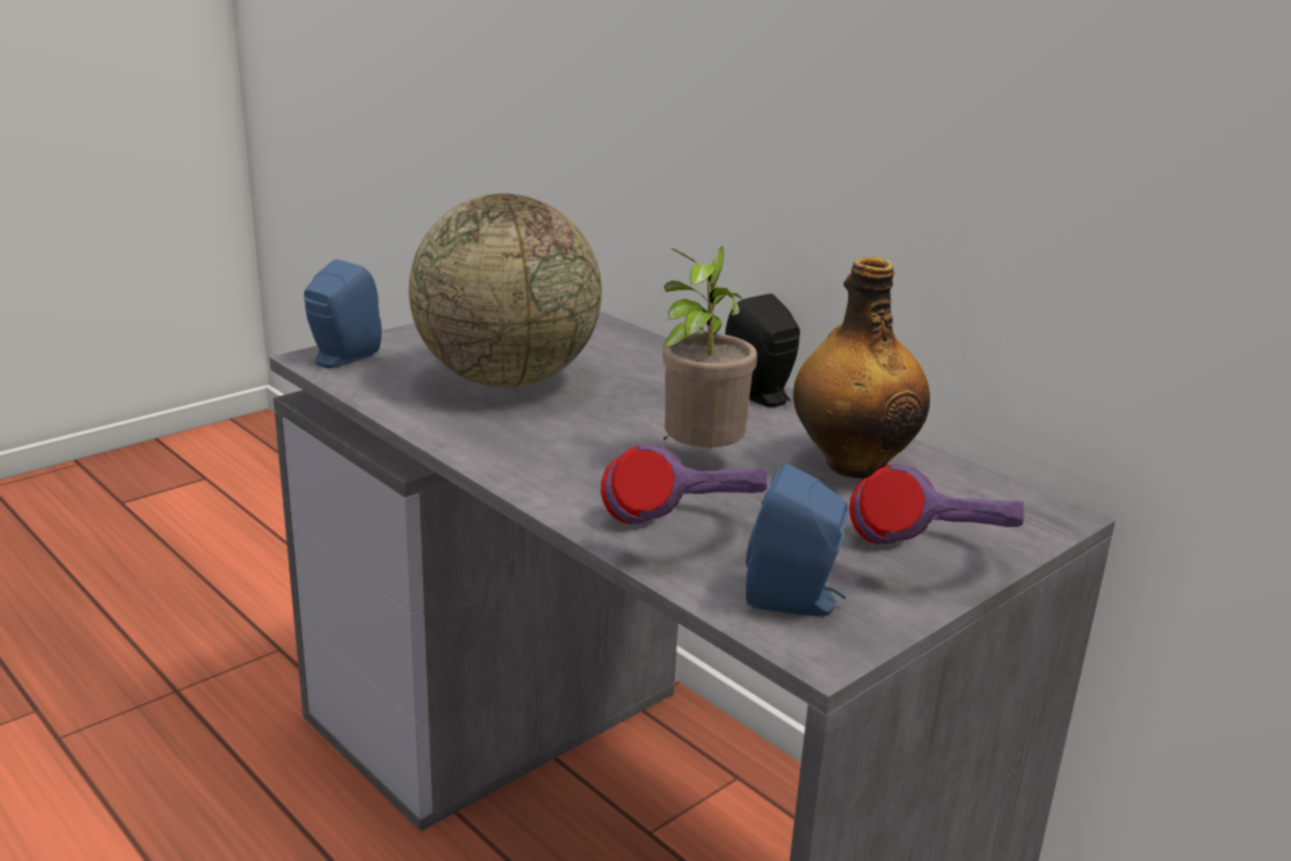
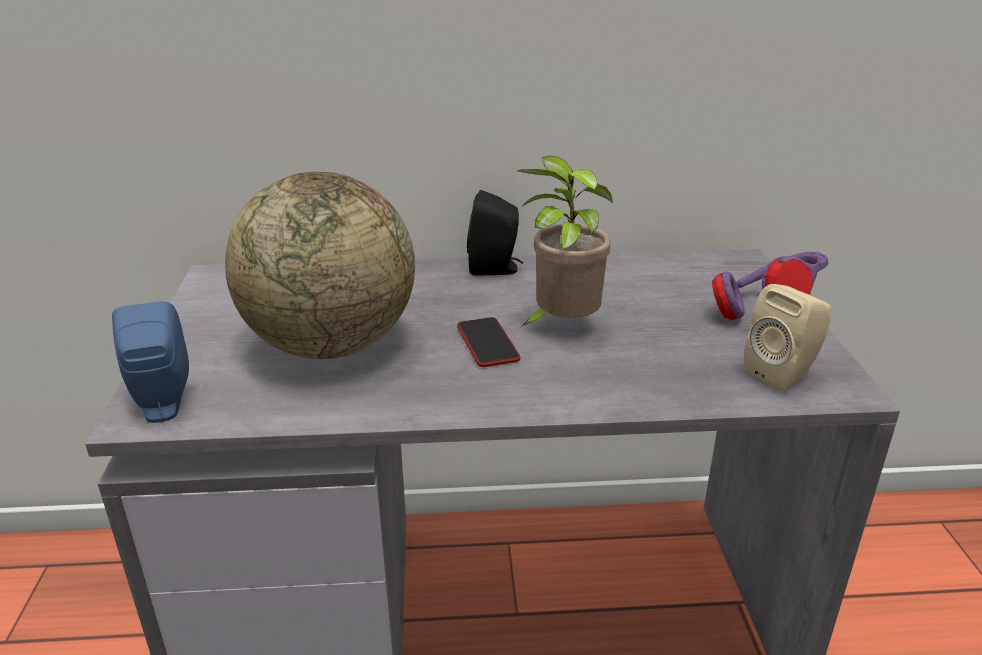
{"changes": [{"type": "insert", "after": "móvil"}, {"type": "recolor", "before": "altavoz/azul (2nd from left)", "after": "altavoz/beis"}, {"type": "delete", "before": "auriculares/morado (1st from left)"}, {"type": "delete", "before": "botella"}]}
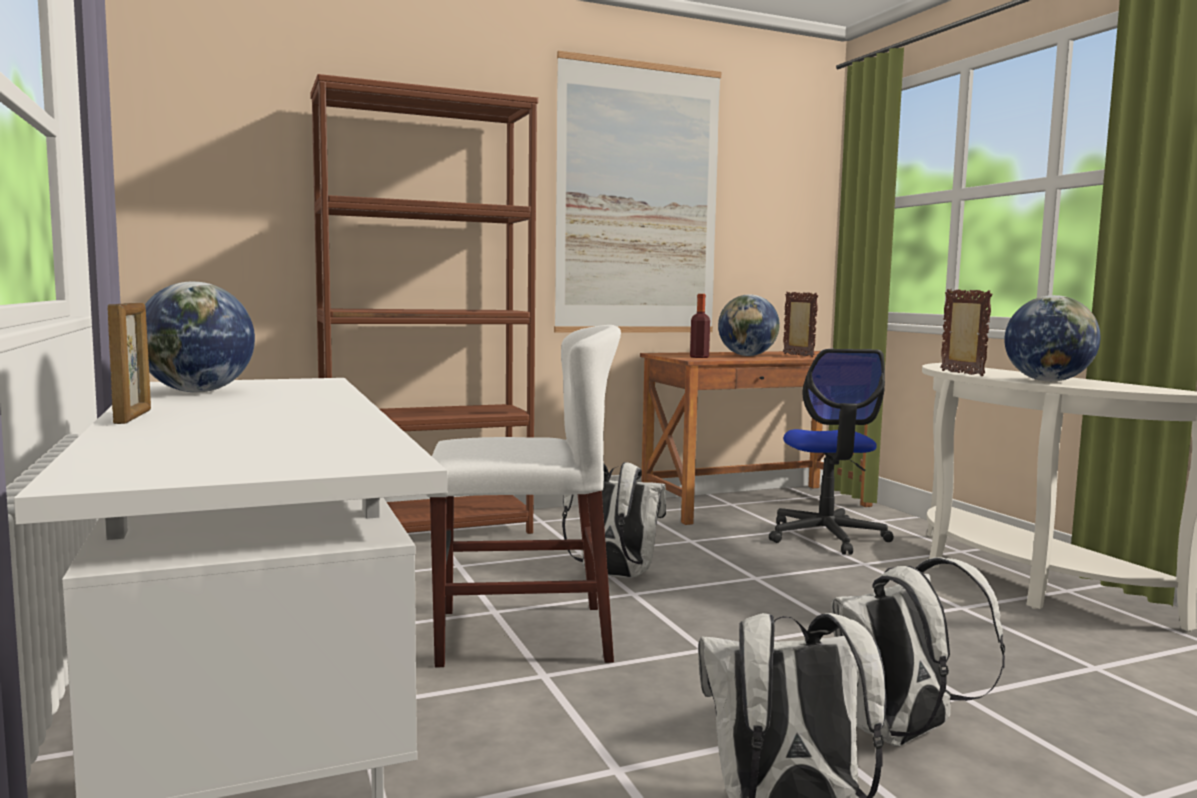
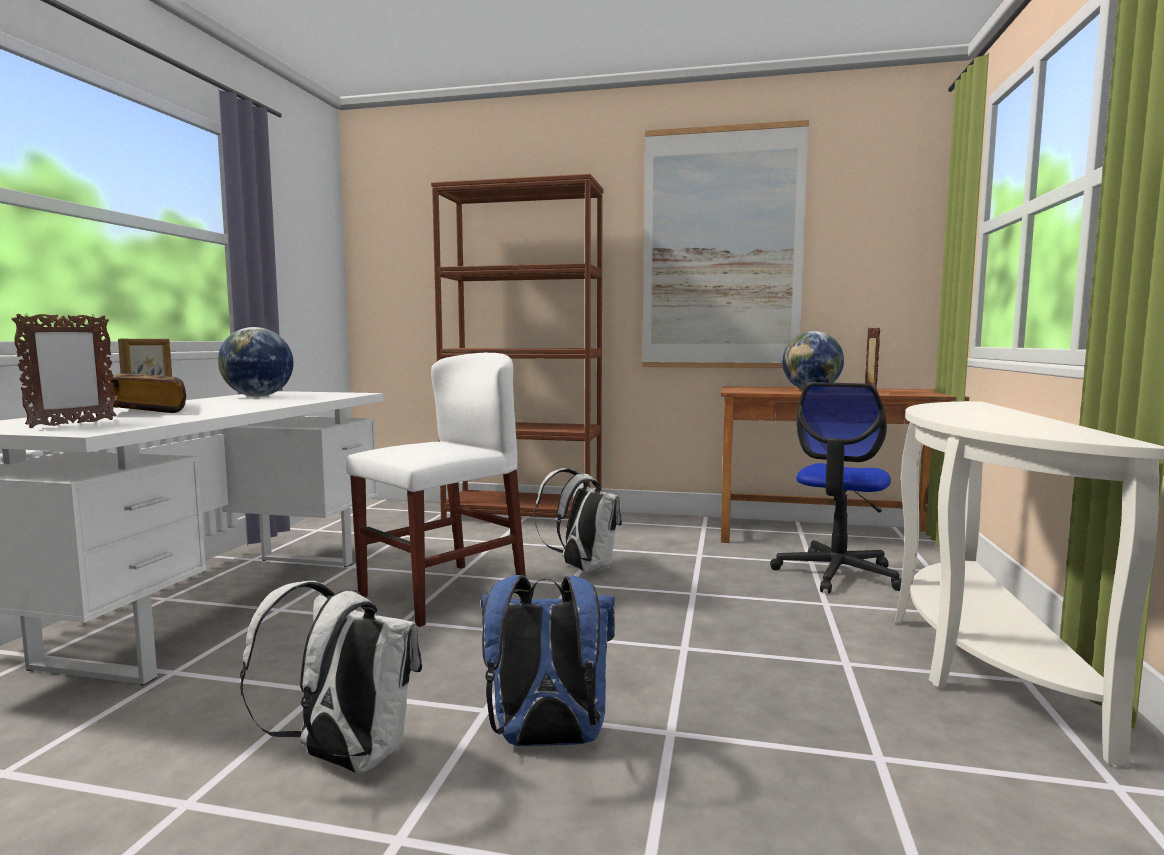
{"changes": [{"type": "move", "before": "portarretratos (3rd from left in the first image)", "after": "portarretratos (1st from left)"}, {"type": "insert", "after": "libro"}, {"type": "rotate", "before": "silla/blanco", "turn": -75}, {"type": "recolor", "before": "mochila/blanco (3rd from left)", "after": "mochila/azul"}, {"type": "delete", "before": "botella"}, {"type": "delete", "before": "globo terráqueo (3rd from left)"}]}
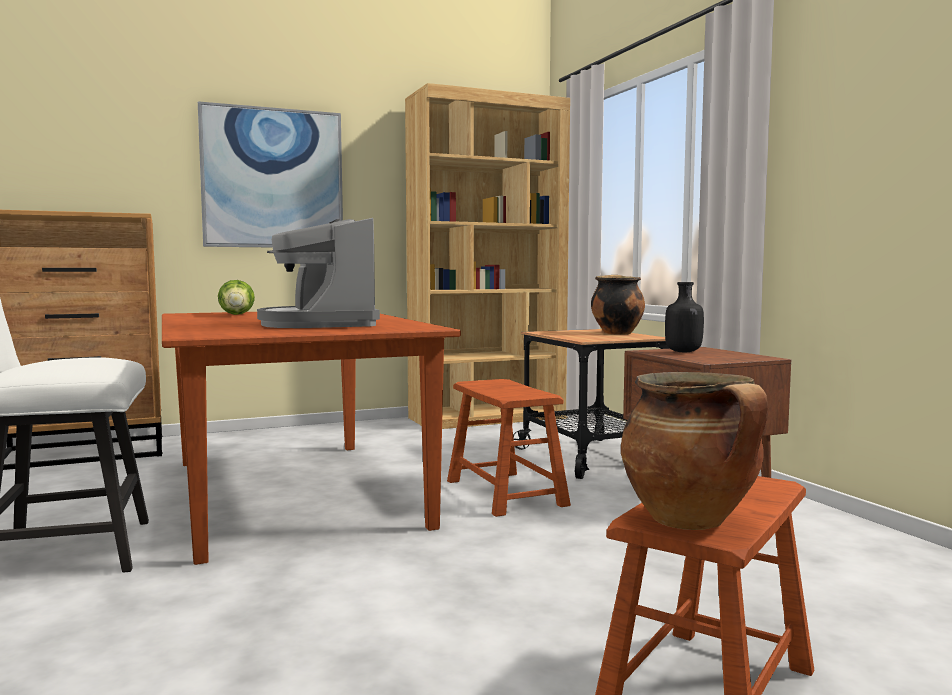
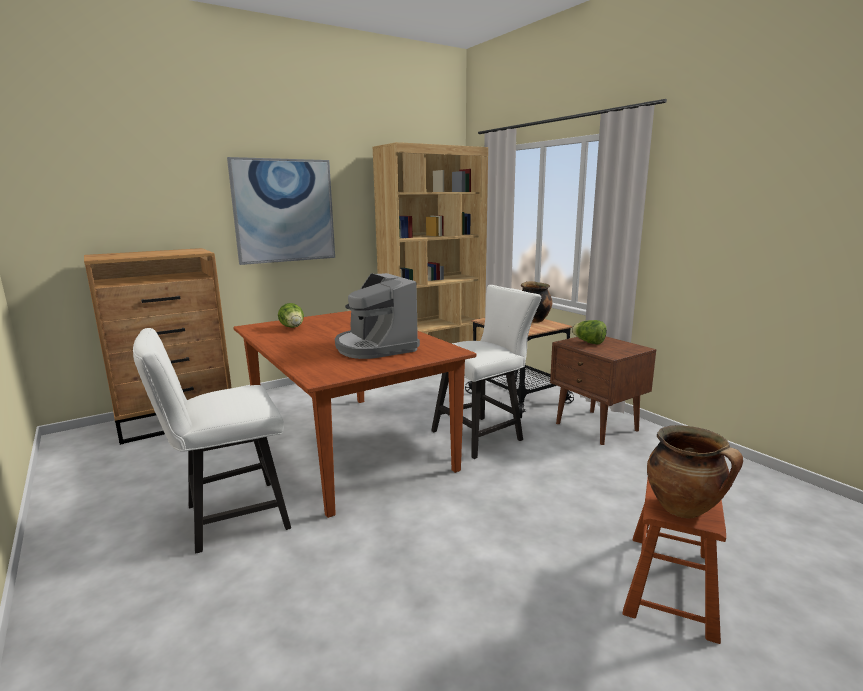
{"changes": [{"type": "replace", "before": "taburete/marrón (1st from left)", "after": "silla/blanco (2nd from left)"}, {"type": "replace", "before": "botella/negro", "after": "lechuga (2nd from left)"}]}
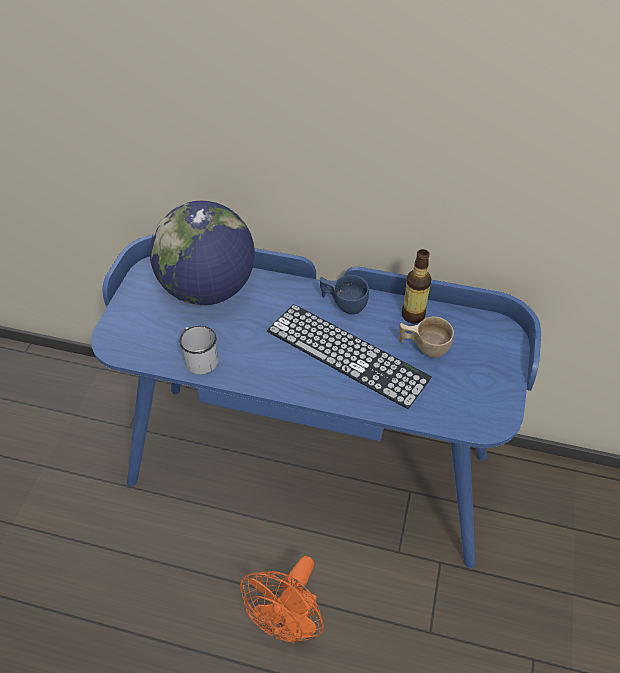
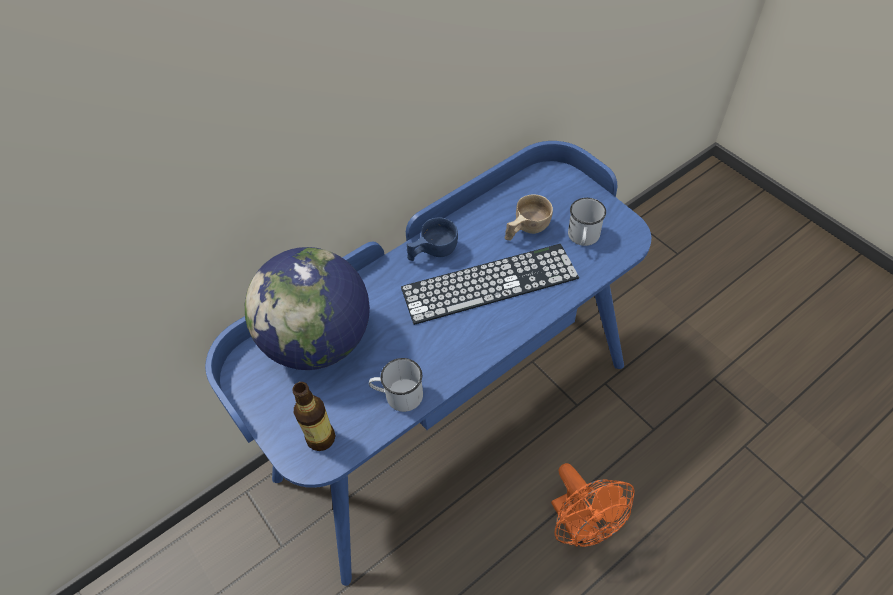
{"changes": [{"type": "move", "before": "botella"}, {"type": "insert", "after": "taza grande/blanco (2nd from left)"}]}
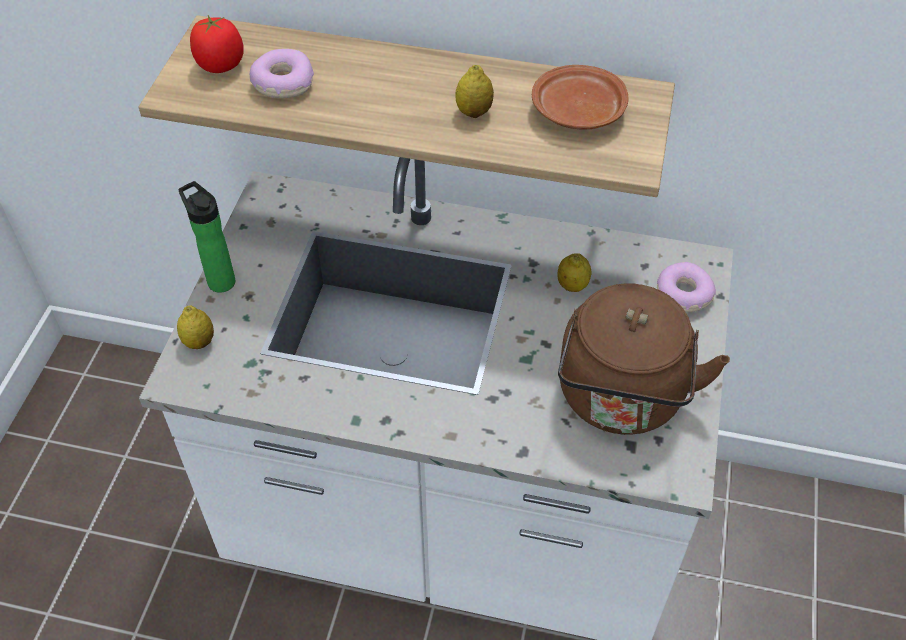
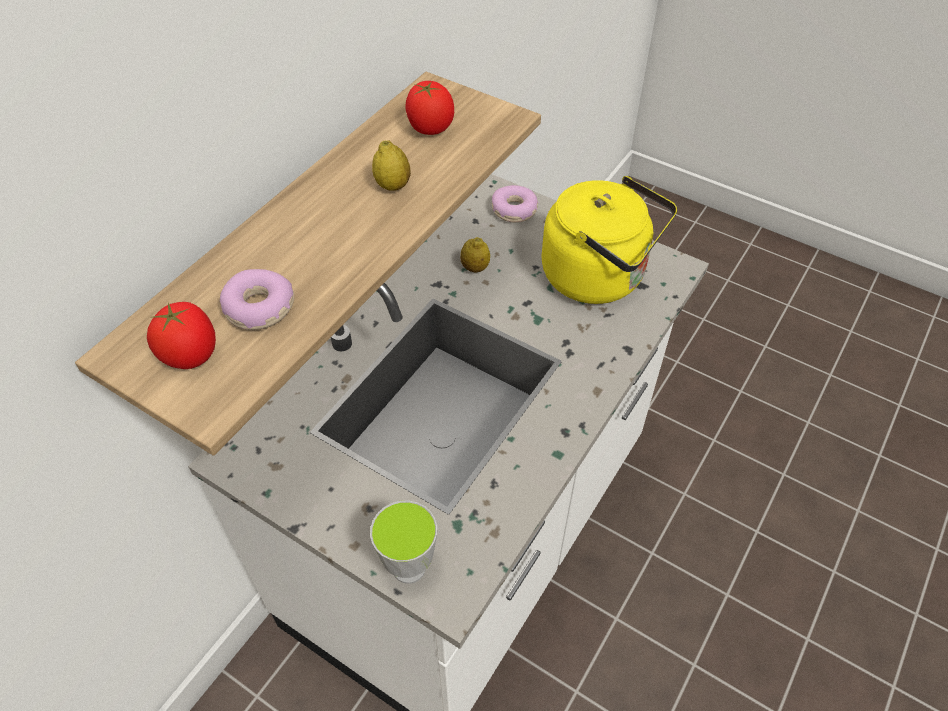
{"changes": [{"type": "replace", "before": "limón (1st from left)", "after": "taza"}, {"type": "replace", "before": "plato/marrón", "after": "tomate (2nd from left)"}, {"type": "recolor", "before": "hervidor/marrón", "after": "hervidor/amarillo"}, {"type": "delete", "before": "botella"}]}
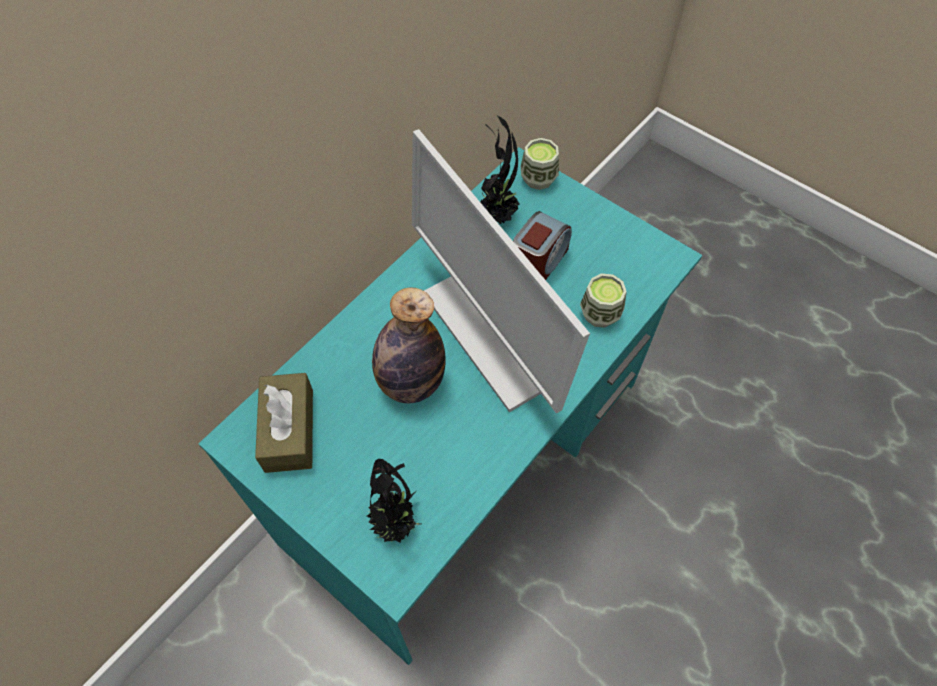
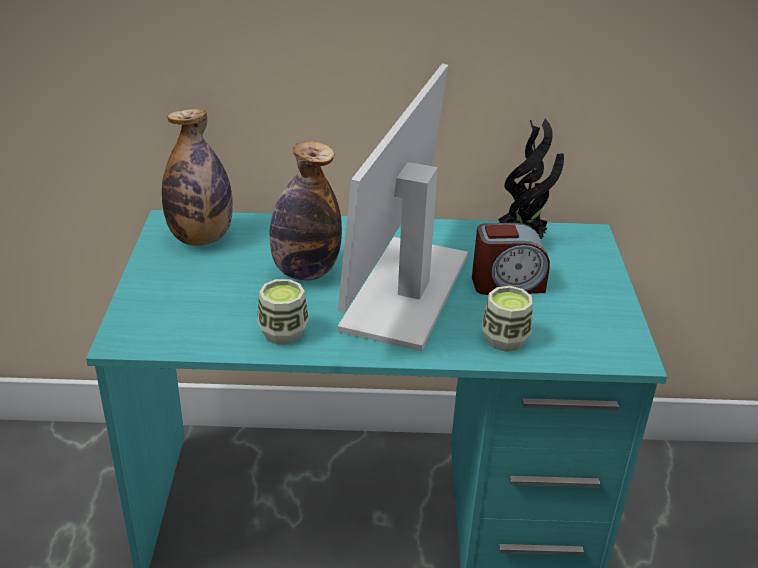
{"changes": [{"type": "replace", "before": "caja de pañuelos/marrón", "after": "botella (1st from left)"}, {"type": "move", "before": "taza (1st from left)"}, {"type": "delete", "before": "planta en maceta (1st from left)"}]}
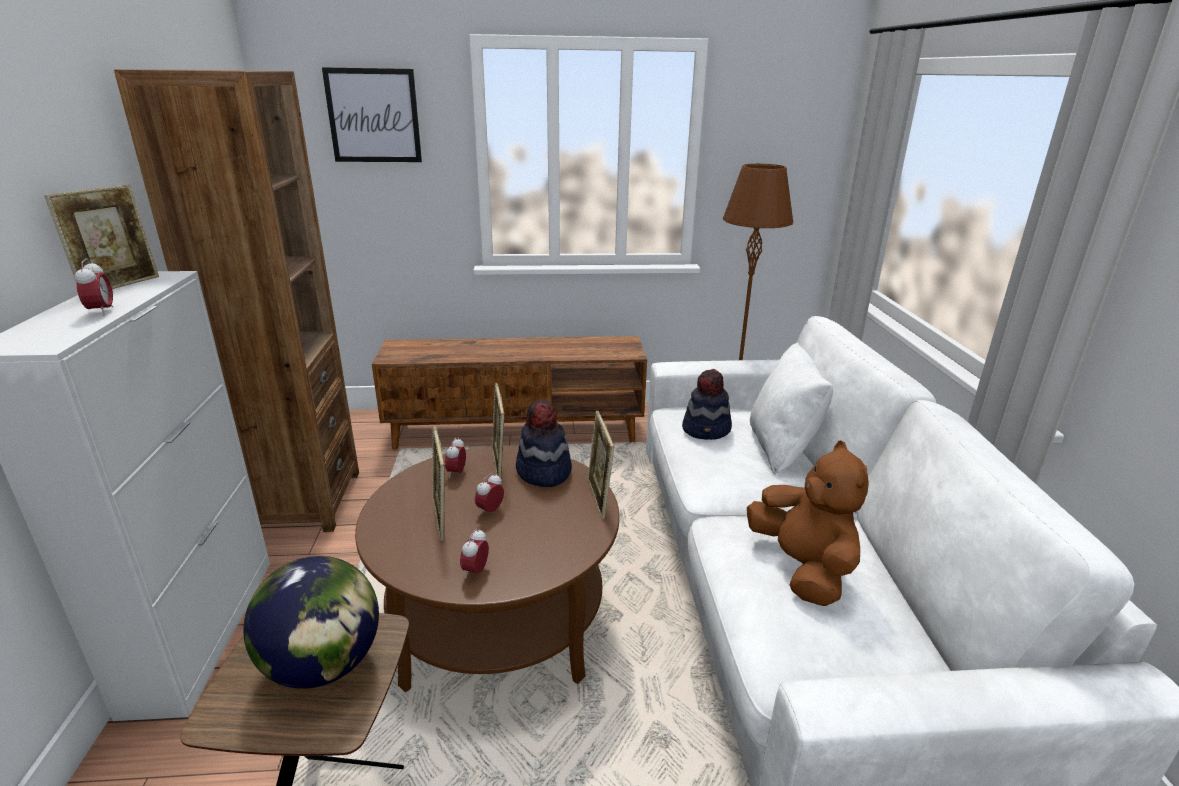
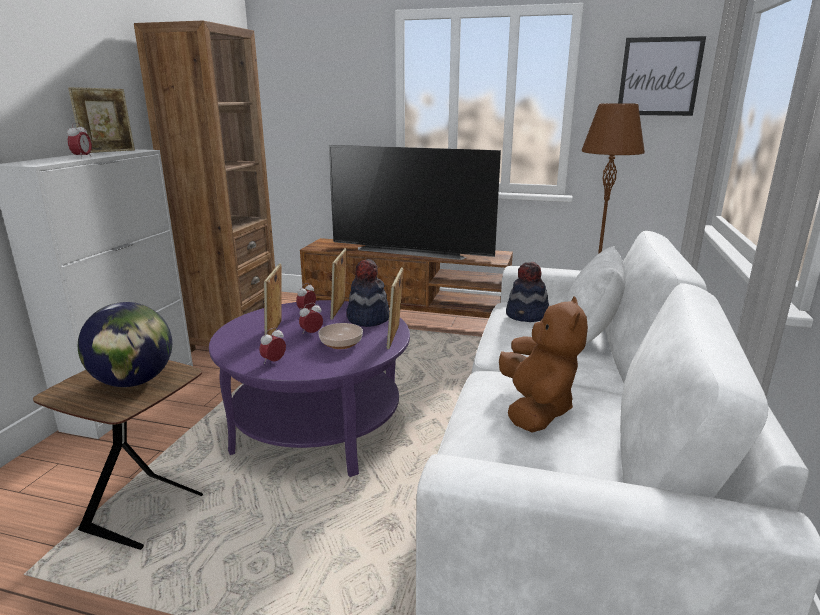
{"changes": [{"type": "recolor", "before": "mesa de centro/marrón", "after": "mesa de centro/morado"}, {"type": "insert", "after": "cuenco"}, {"type": "insert", "after": "televisor"}, {"type": "move", "before": "cuadro"}]}
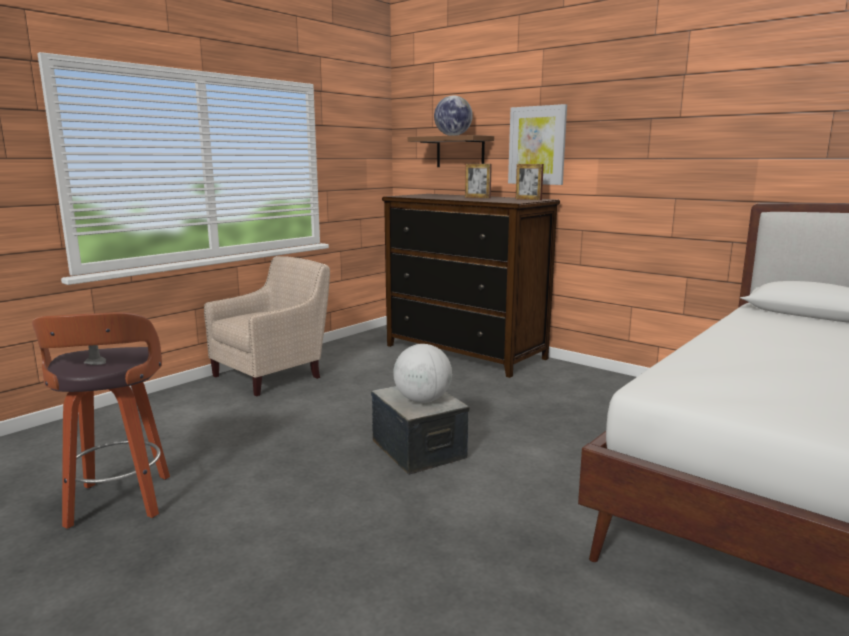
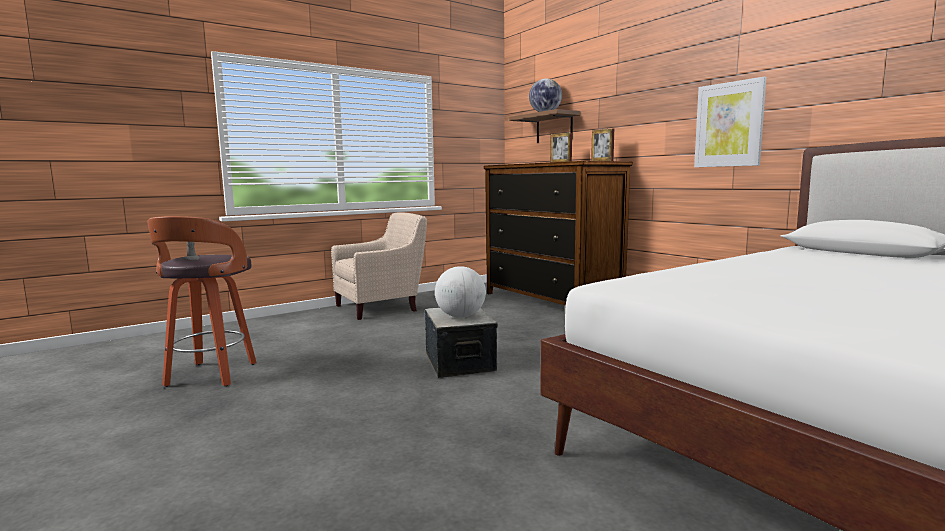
{"changes": [{"type": "move", "before": "cuadro"}]}
